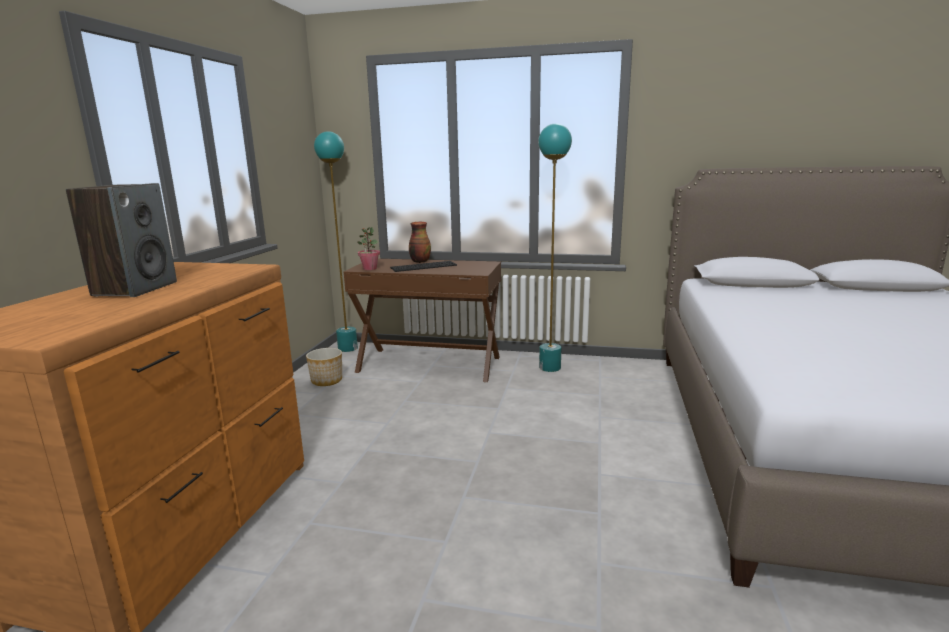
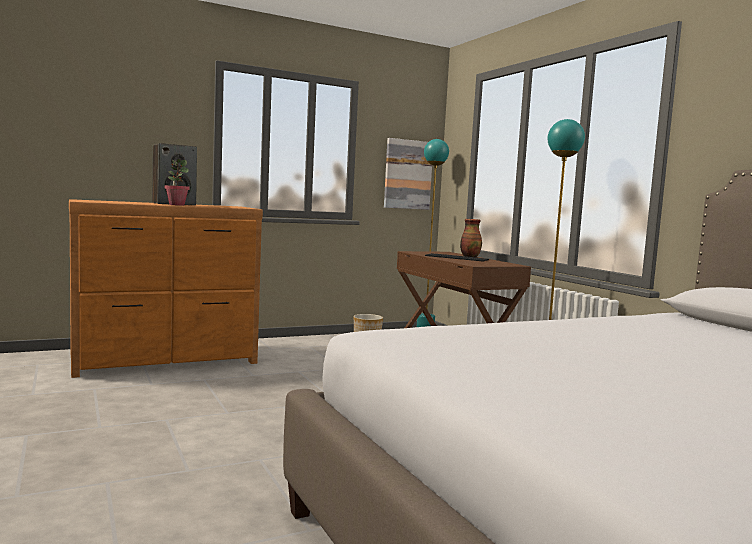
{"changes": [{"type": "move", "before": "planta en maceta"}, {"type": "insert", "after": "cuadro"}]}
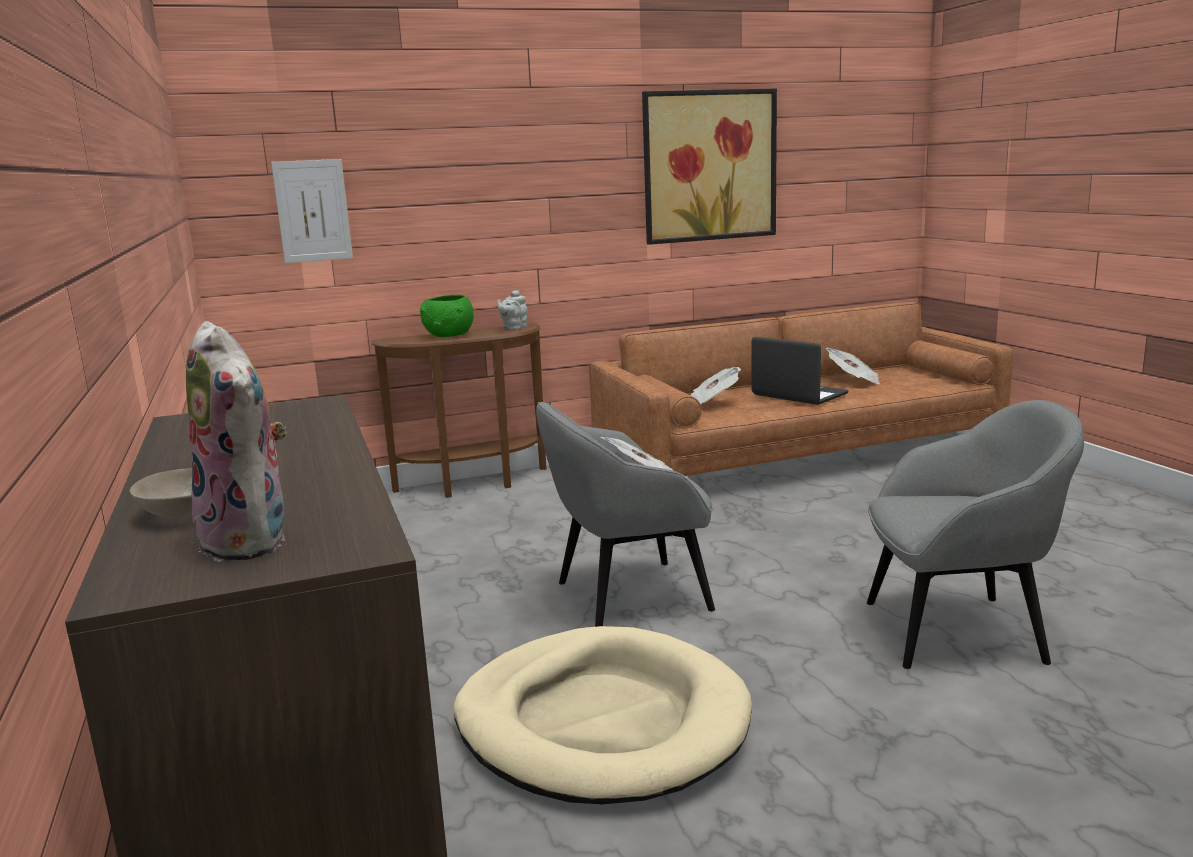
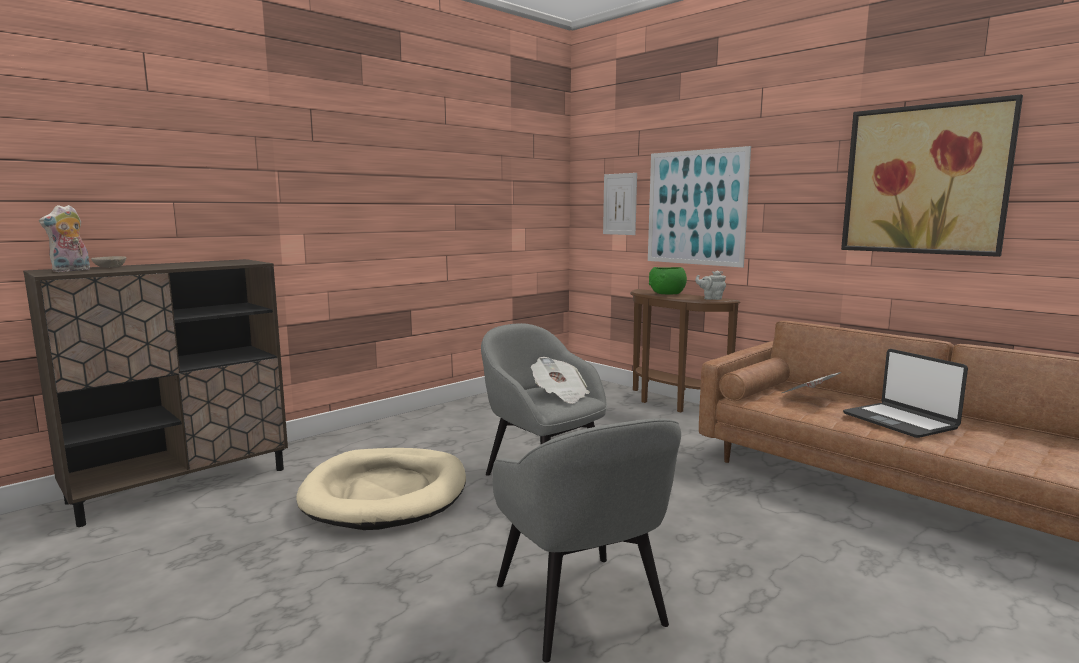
{"changes": [{"type": "insert", "after": "cuadro (2nd from left)"}, {"type": "rotate", "before": "portátil", "turn": 135}, {"type": "delete", "before": "periódico (3rd from left)"}]}
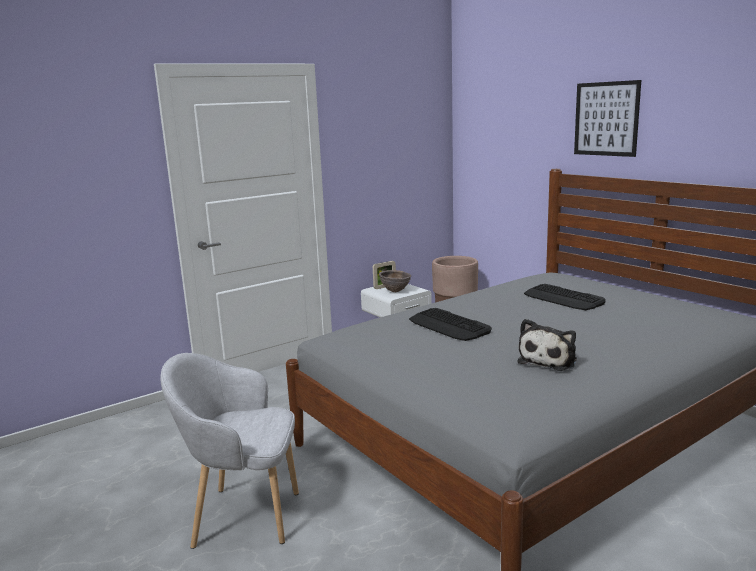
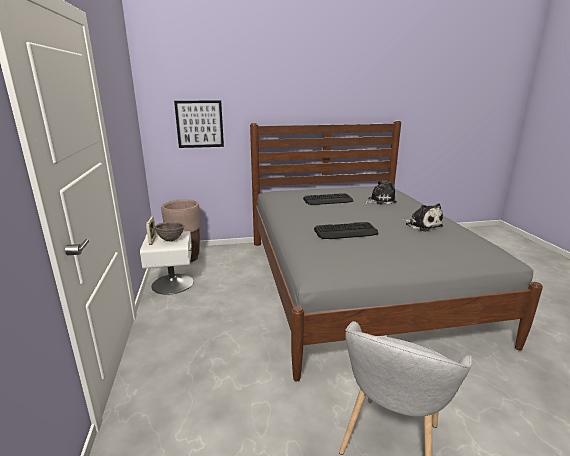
{"changes": [{"type": "move", "before": "cuadro"}, {"type": "insert", "after": "peluche (1st from left)"}]}
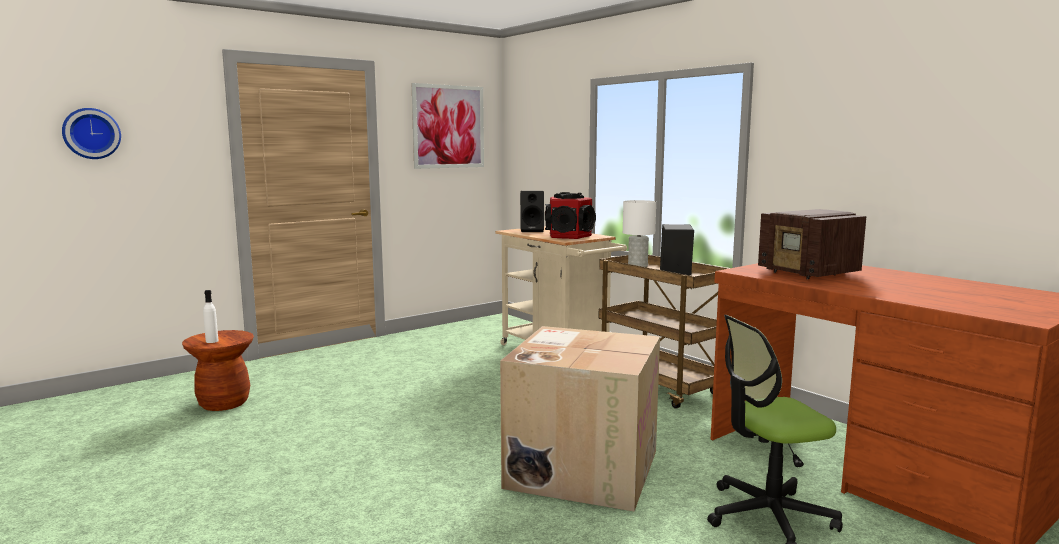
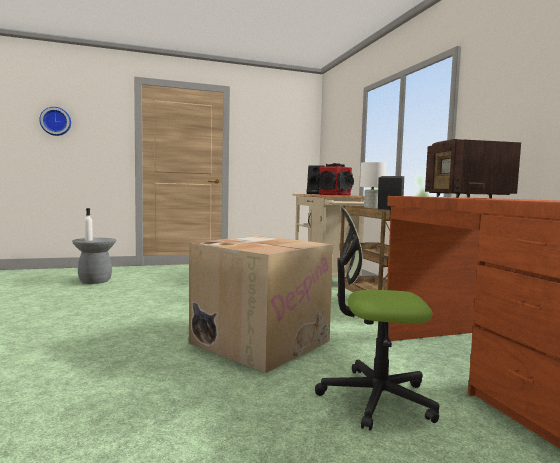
{"changes": [{"type": "recolor", "before": "taburete/marrón", "after": "taburete/gris"}, {"type": "delete", "before": "cuadro"}]}
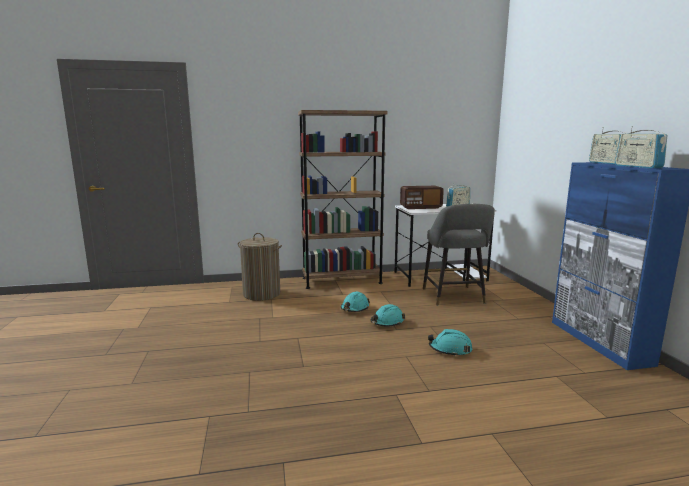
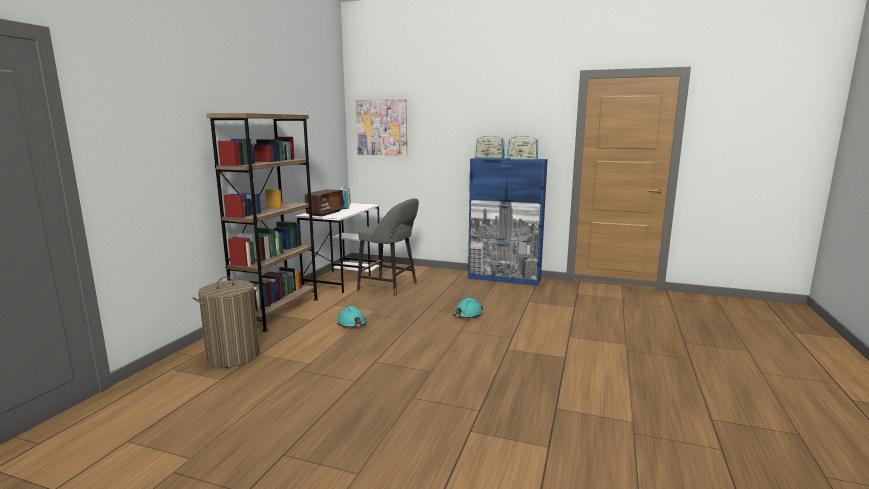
{"changes": [{"type": "insert", "after": "cuadro"}, {"type": "delete", "before": "casco/turquesa (2nd from left)"}]}
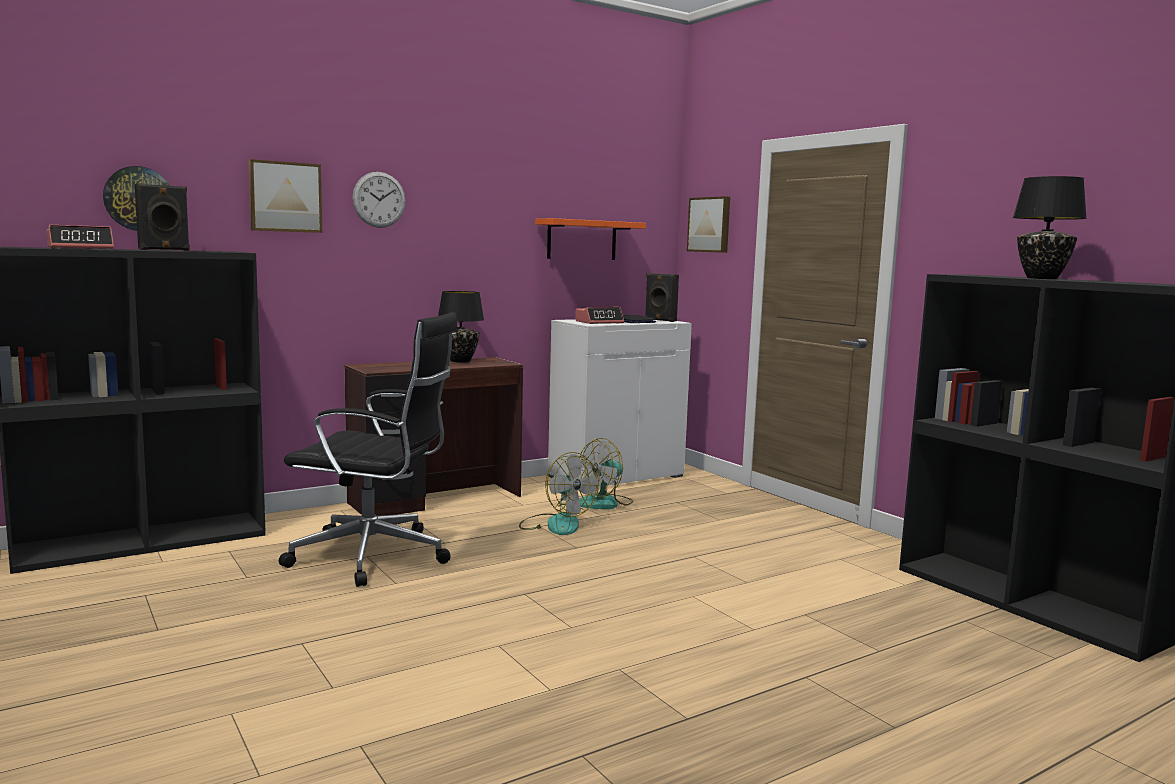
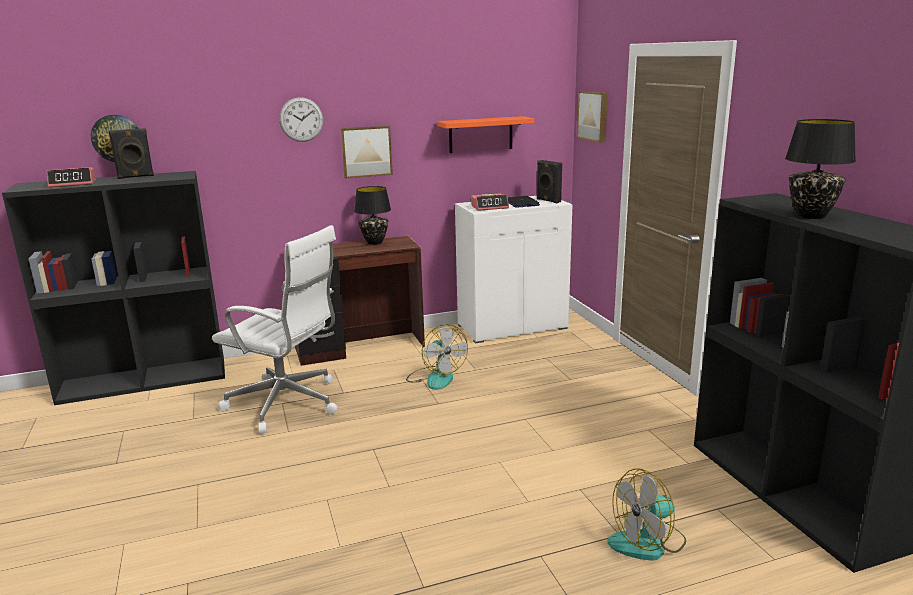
{"changes": [{"type": "recolor", "before": "silla de oficina/negro", "after": "silla de oficina/blanco"}, {"type": "move", "before": "cuadro (1st from left)"}, {"type": "move", "before": "ventilador (2nd from left)"}]}
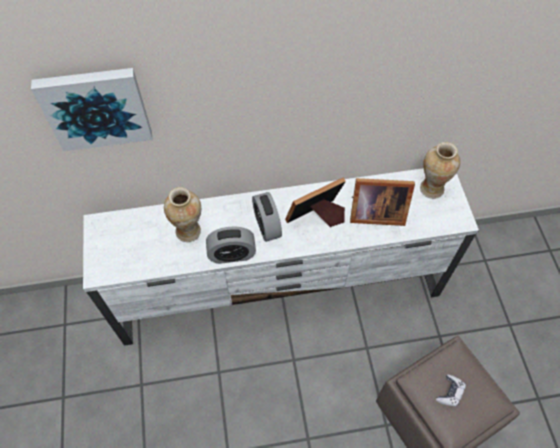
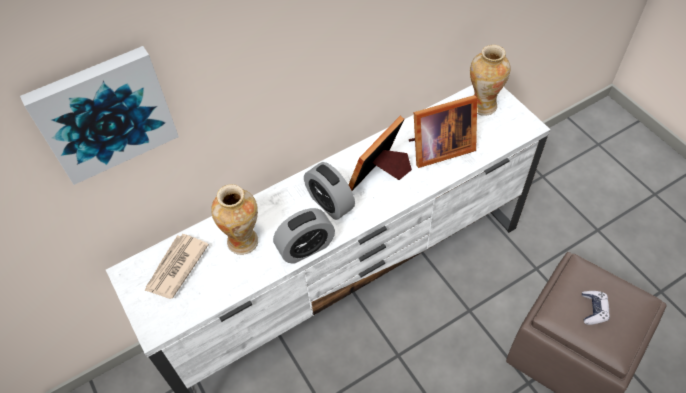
{"changes": [{"type": "insert", "after": "periódico"}]}
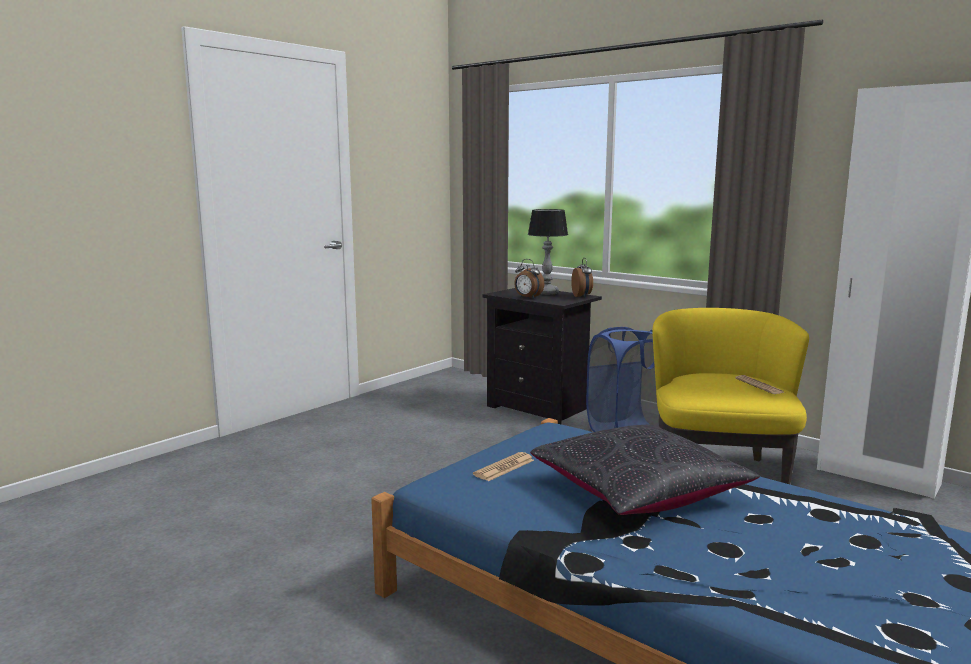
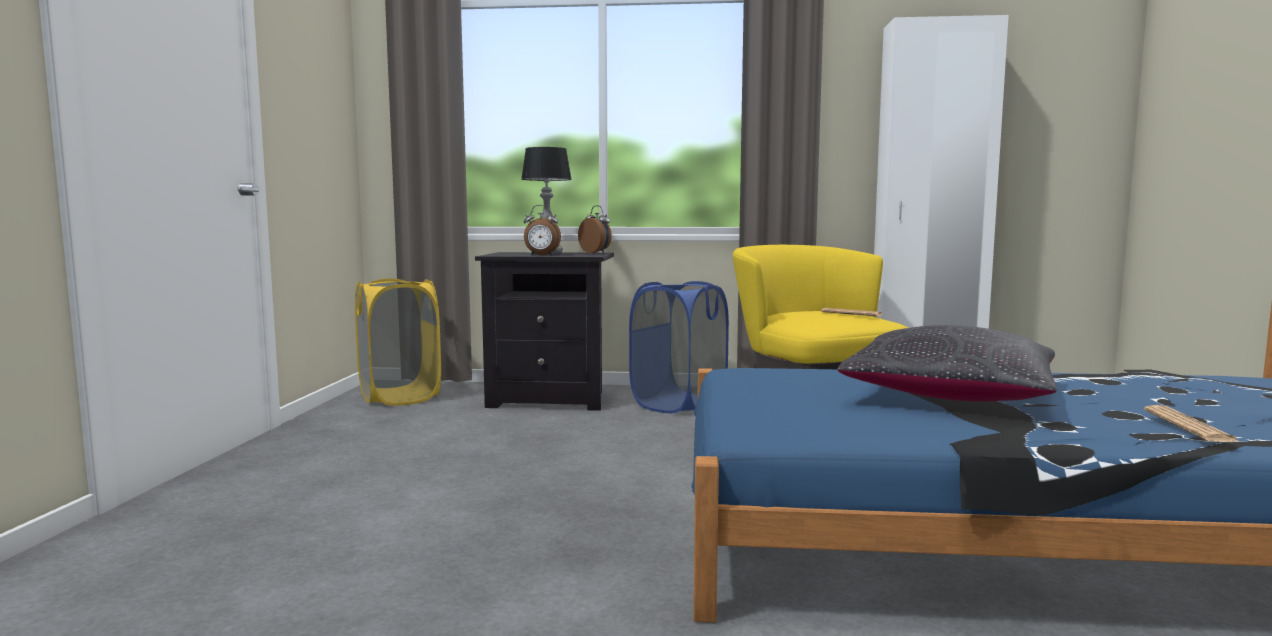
{"changes": [{"type": "insert", "after": "cesto de la ropa/amarillo"}, {"type": "move", "before": "periódico (1st from left in the first image)", "after": "periódico (2nd from left)"}]}
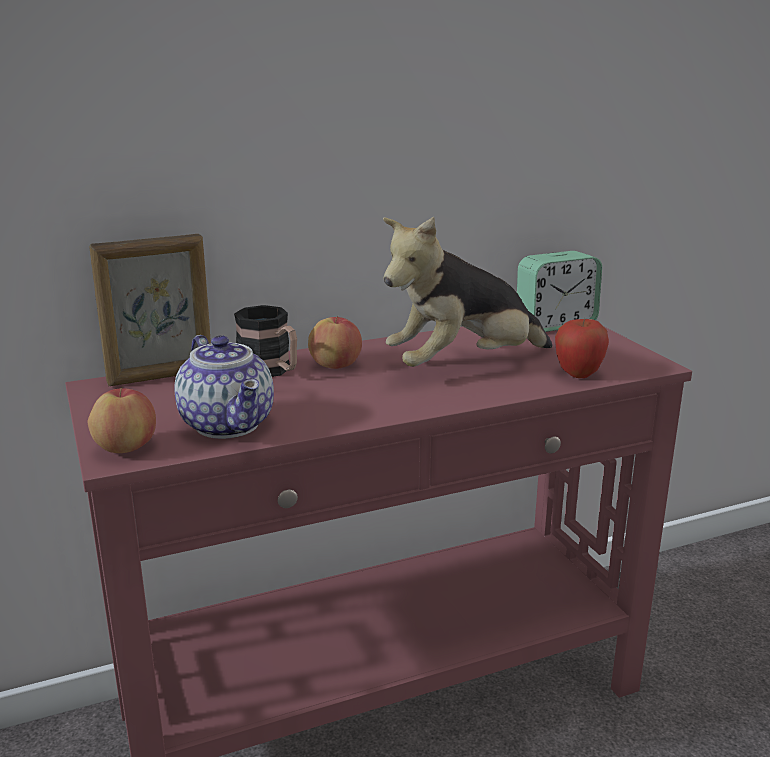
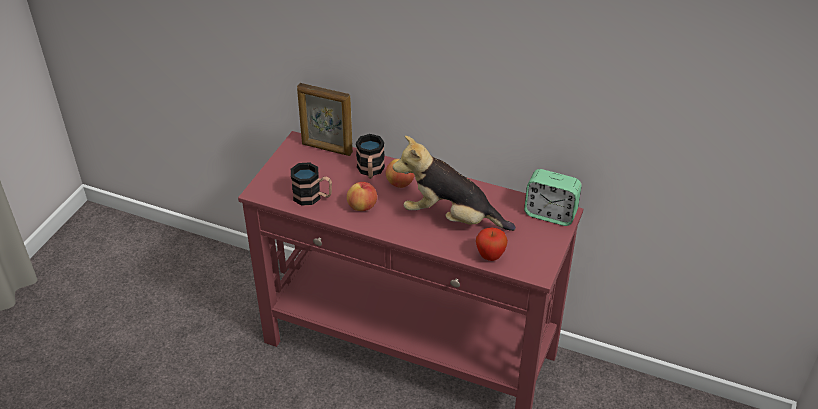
{"changes": [{"type": "replace", "before": "tetera", "after": "taza grande (1st from left)"}, {"type": "move", "before": "manzana (1st from left)"}]}
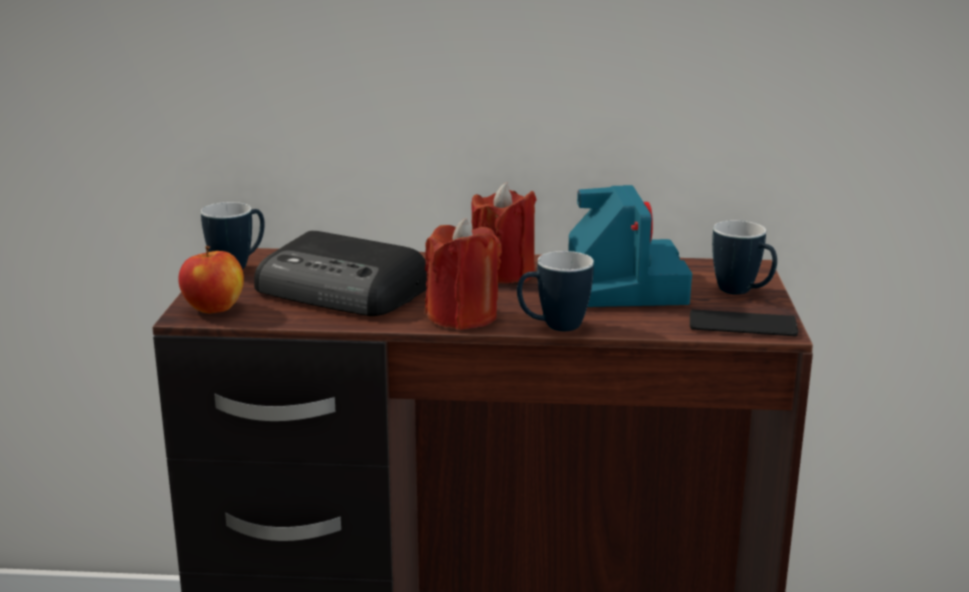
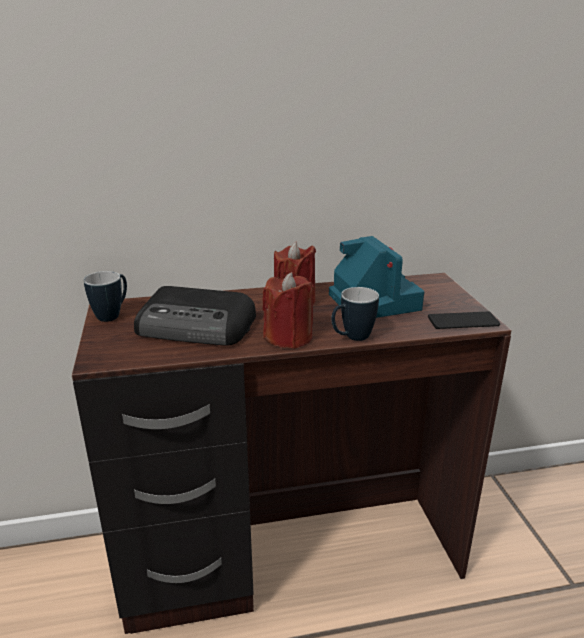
{"changes": [{"type": "delete", "before": "manzana"}, {"type": "delete", "before": "taza grande (3rd from left)"}]}
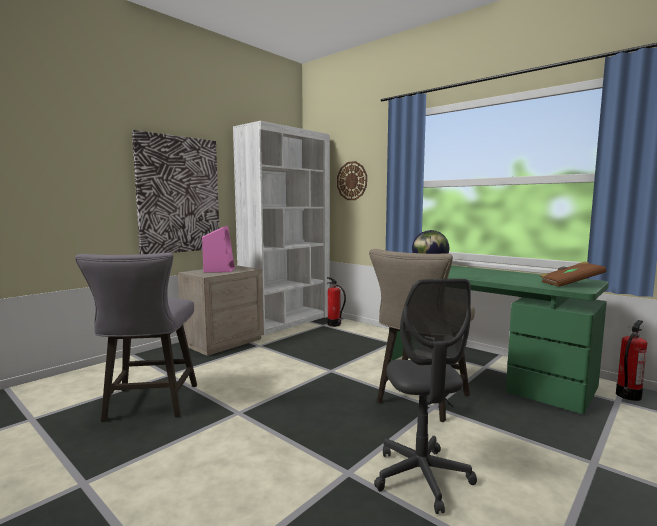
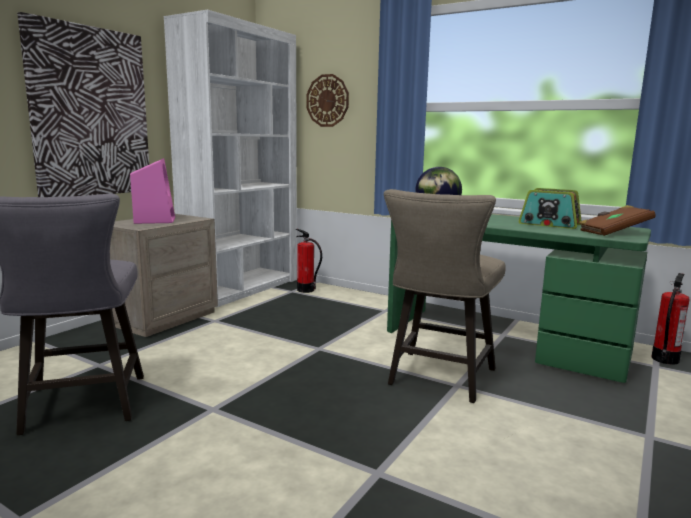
{"changes": [{"type": "insert", "after": "radio"}, {"type": "delete", "before": "silla de oficina/gris"}]}
